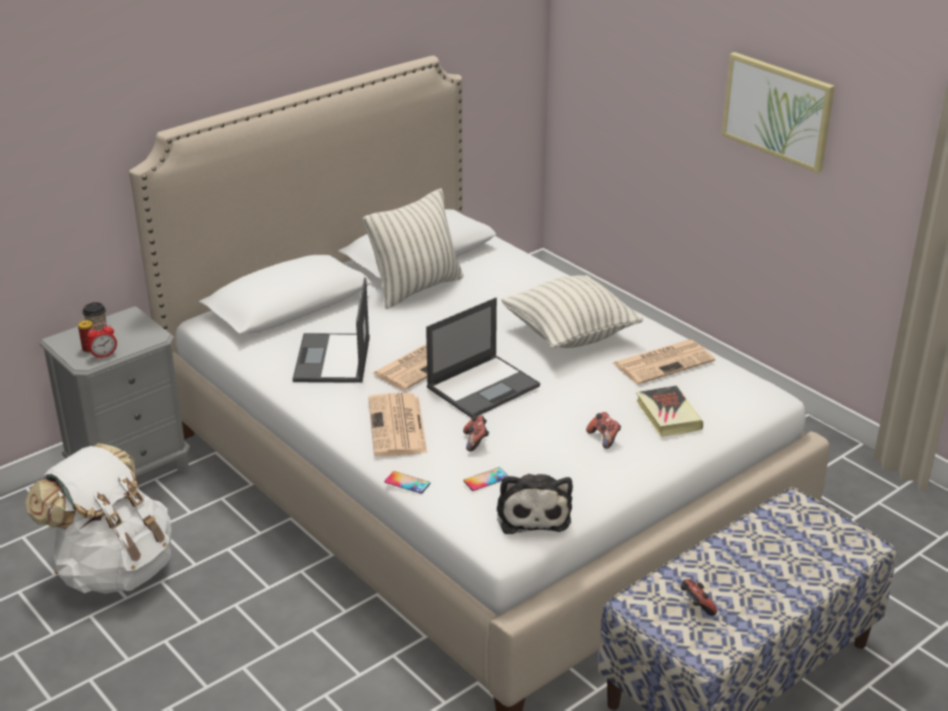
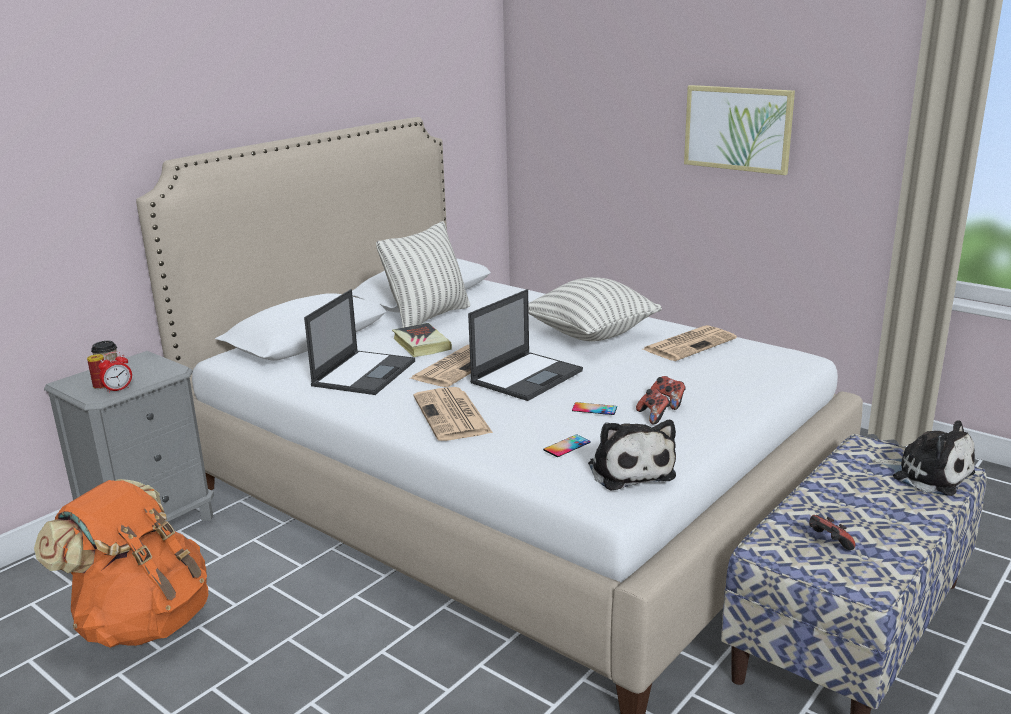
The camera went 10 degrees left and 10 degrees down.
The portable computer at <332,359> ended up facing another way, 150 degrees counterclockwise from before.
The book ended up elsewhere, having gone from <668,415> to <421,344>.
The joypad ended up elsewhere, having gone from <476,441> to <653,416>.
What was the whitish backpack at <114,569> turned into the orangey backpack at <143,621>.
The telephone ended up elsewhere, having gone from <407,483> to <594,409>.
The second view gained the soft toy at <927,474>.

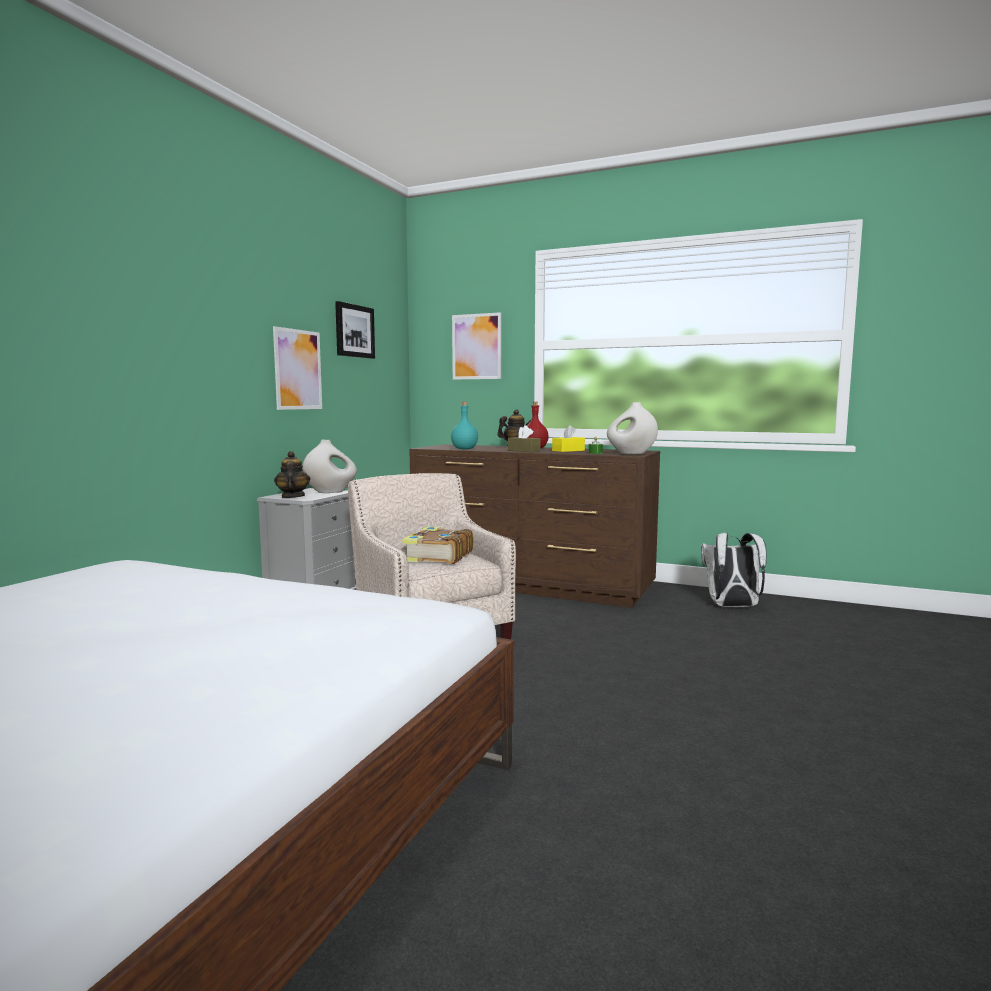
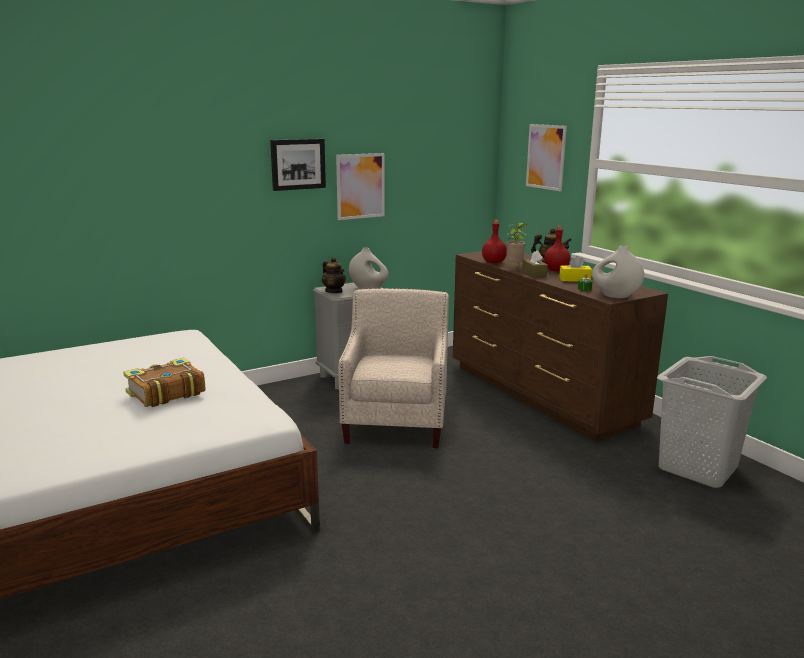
The camera went 35 degrees right and 10 degrees up.
The picture ended up elsewhere, having gone from <354,331> to <298,164>.
What was the blue-green beverage bottle at <465,449> turned into the red-coloured beverage bottle at <494,262>.
The tea pot at <292,497> ended up facing another way, 120 degrees clockwise from before.
The book ended up elsewhere, having gone from <437,557> to <165,393>.
Where the whitish backpack stood at <732,606>, the greyish washing basket came to stand at <696,468>.
The second view gained the houseplant at <515,267>.

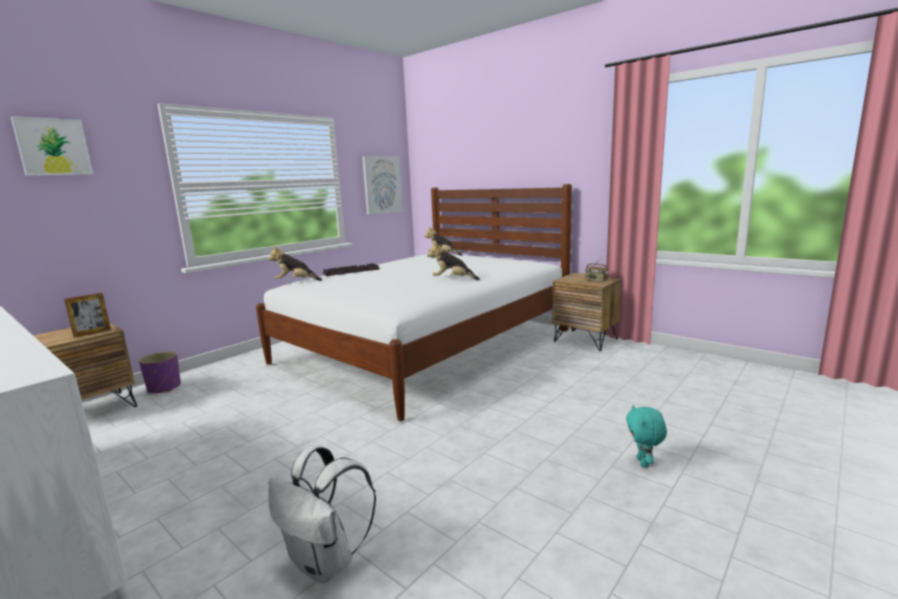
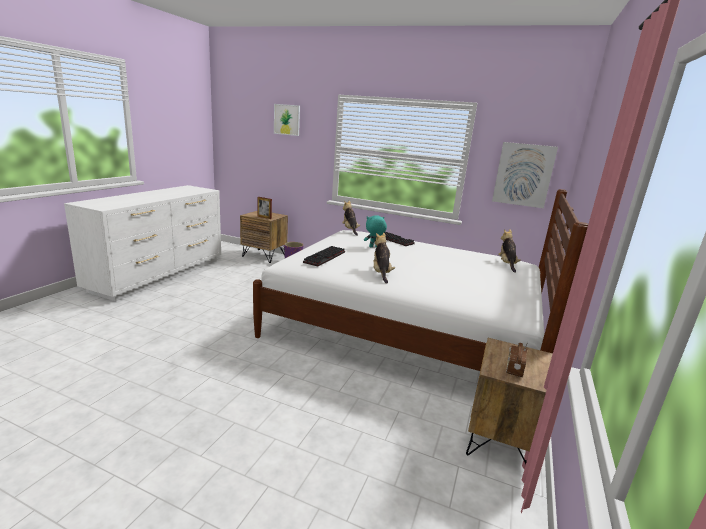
The camera went 70 degrees right and 5 degrees up.
The blue-green soft toy ended up elsewhere, having gone from <643,463> to <373,247>.
The second view lost the whitish backpack at <326,562>.
The second view gained the PC keyboard at <325,258>.

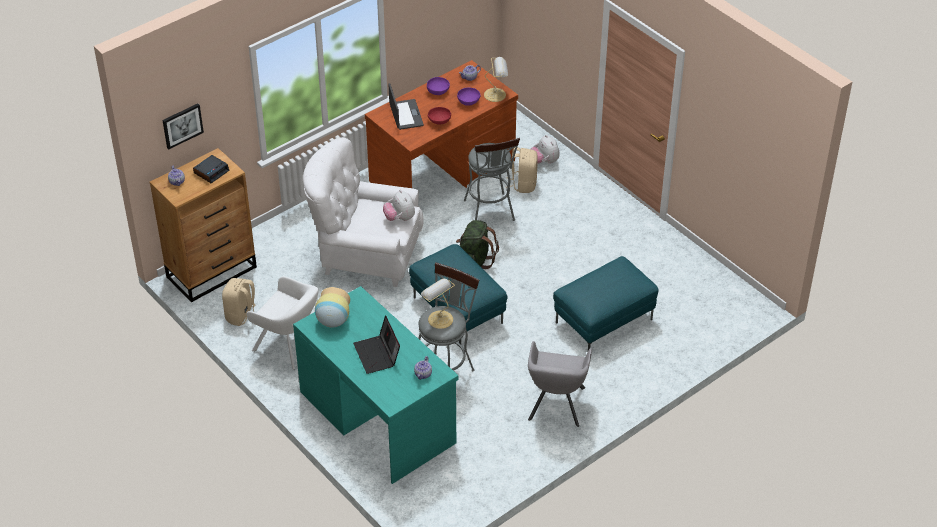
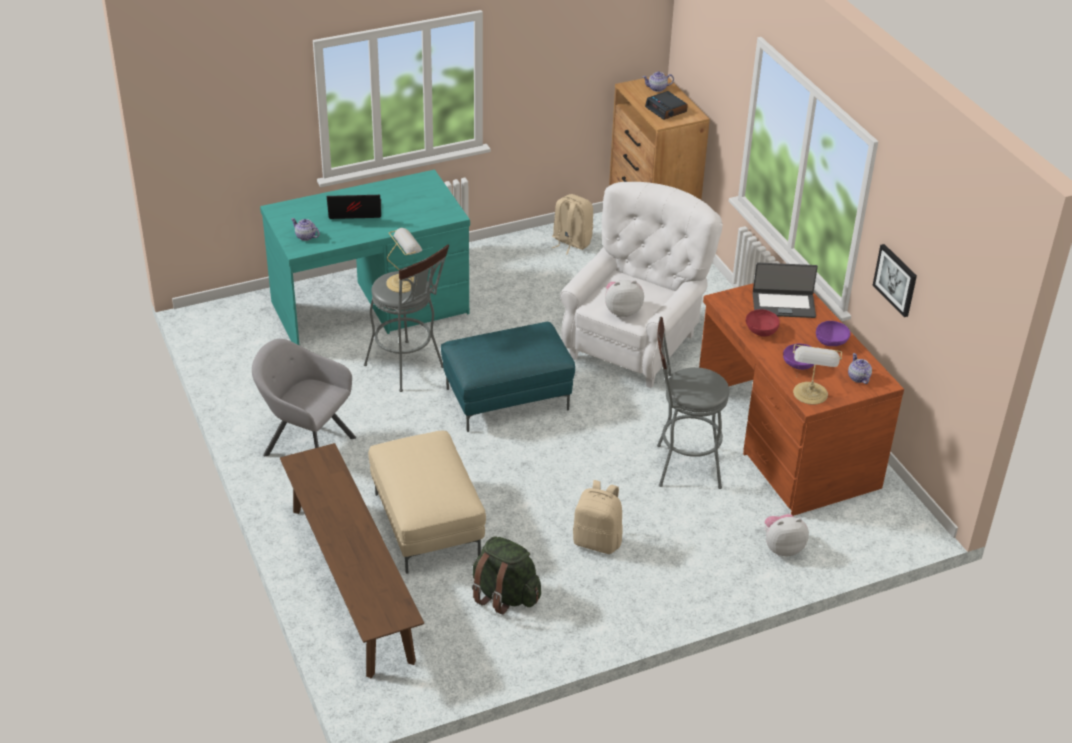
The camera went 105 degrees right and 5 degrees down.
The picture ended up elsewhere, having gone from <182,125> to <896,280>.
The beige backpack ended up elsewhere, having gone from <523,184> to <597,541>.
The green-coloured backpack ended up elsewhere, having gone from <475,260> to <504,595>.
What was the blue-green pouffe at <603,320> turned into the beige pouffe at <428,524>.
The second view lost the whitish lounge chair at <289,346>.
The second view lost the vase at <333,321>.
The second view gained the brown-coloured long seat at <351,583>.

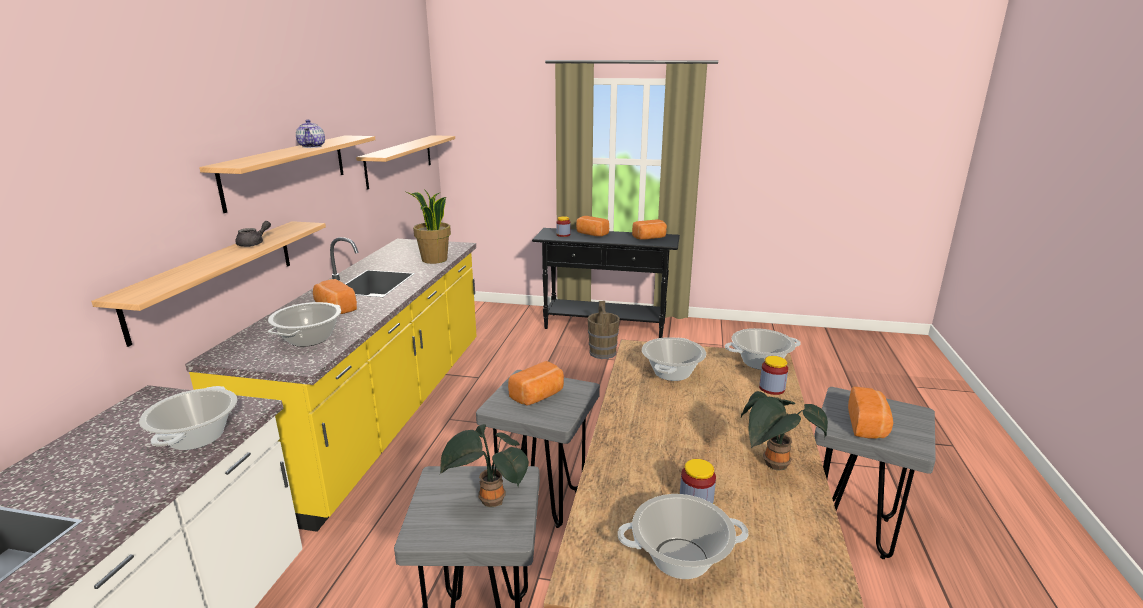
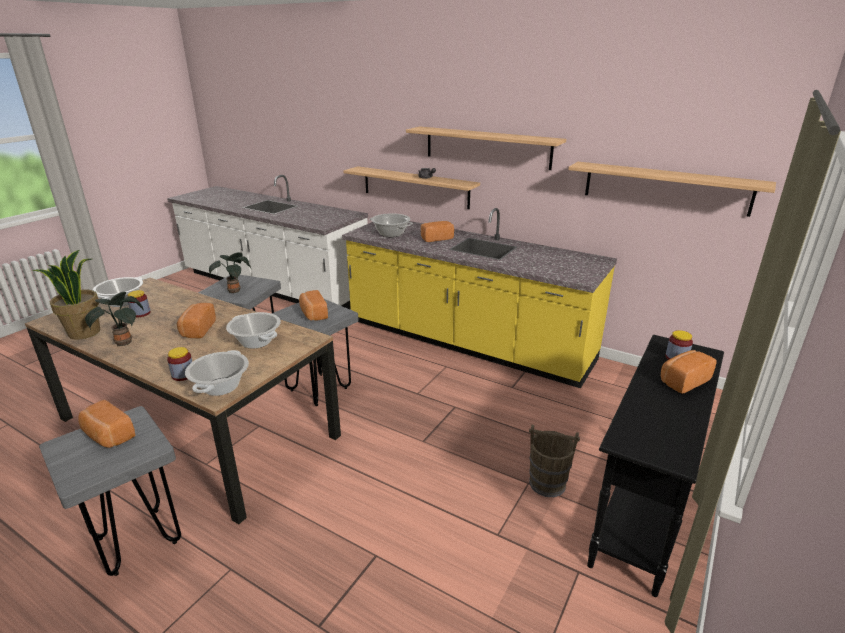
The camera went 110 degrees right and 5 degrees up.
The second view lost the tea pot at <312,146>.
The houseplant ended up elsewhere, having gone from <434,260> to <84,332>.
The baked bread ended up elsewhere, having gone from <650,238> to <197,330>.
The second view lost the stockpot at <196,437>.

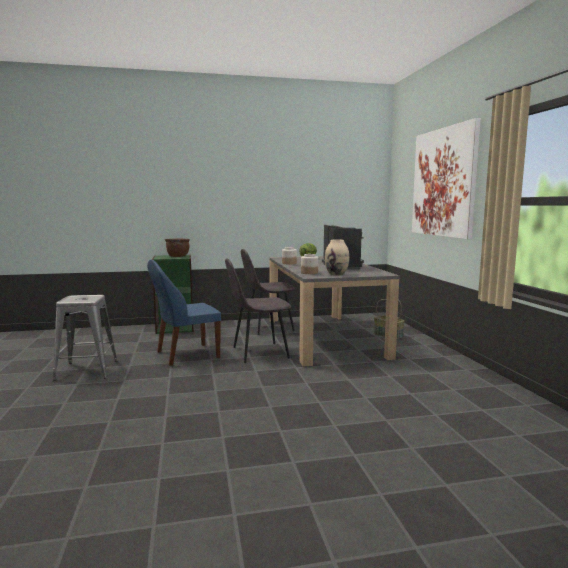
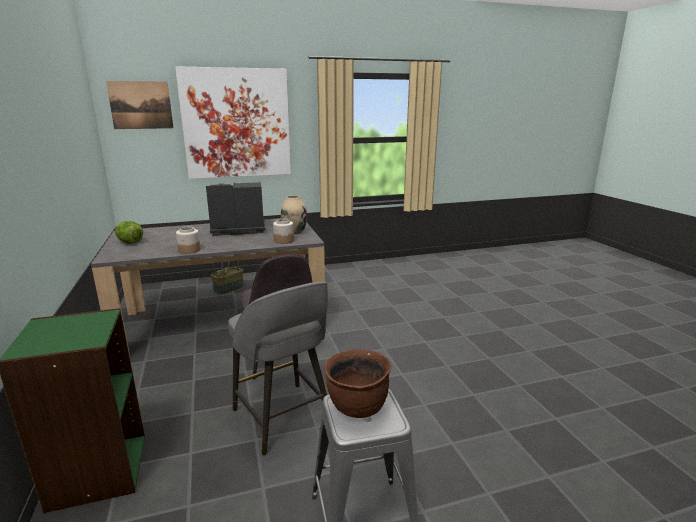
The camera went 95 degrees left and 10 degrees up.
The brown-coloured stockpot ended up elsewhere, having gone from <178,256> to <357,407>.
The second view lost the greyish upright chair at <268,327>.
Where the bluish upright chair stood at <185,355>, the greyish stool came to stand at <284,418>.
The second view gained the picture at <141,105>.

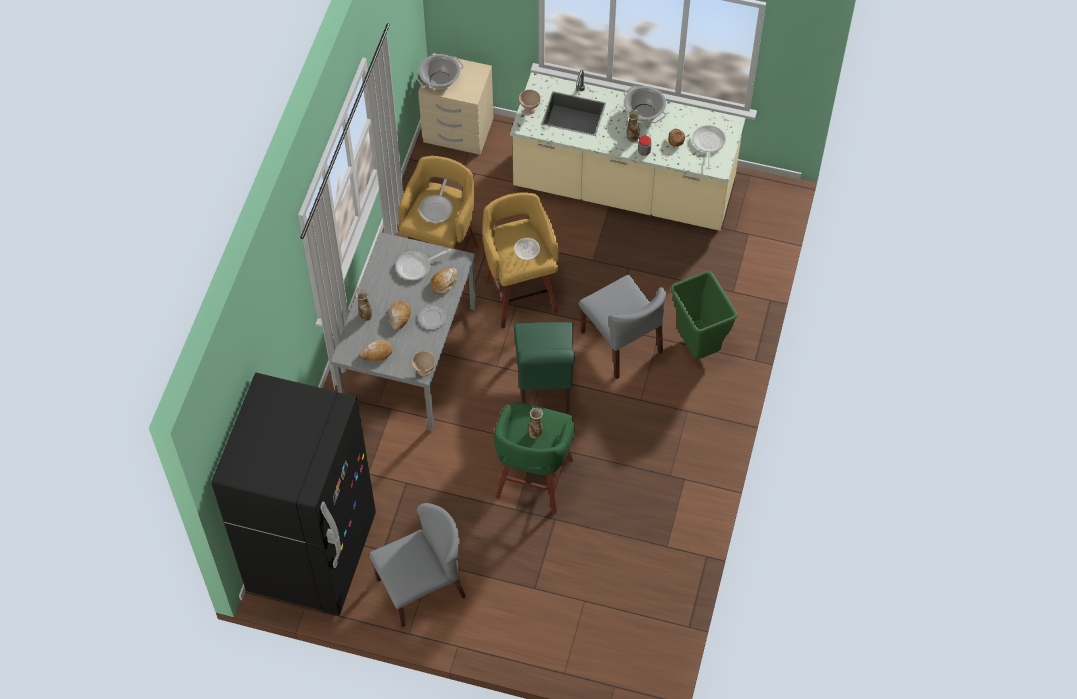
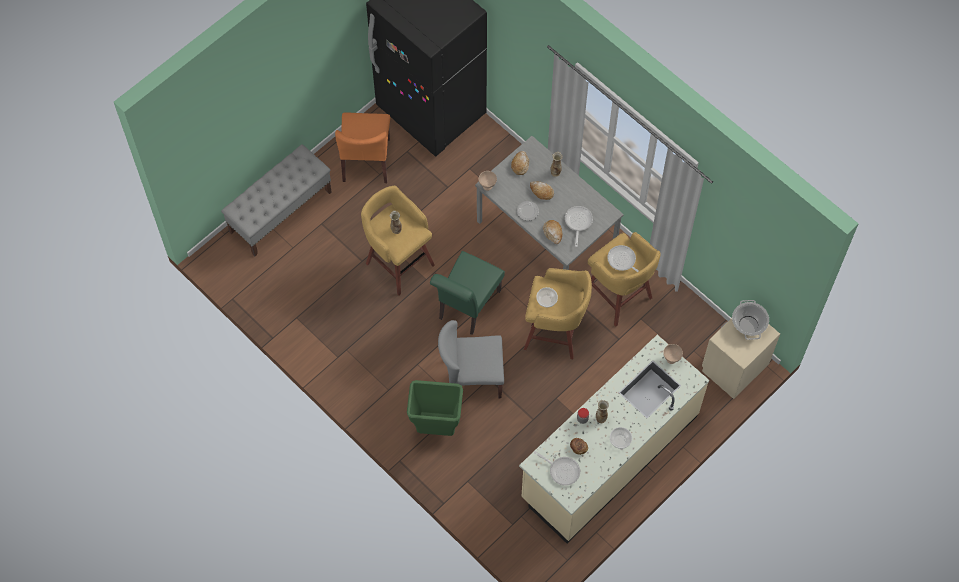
The camera went 120 degrees right and 5 degrees up.
Where the stockpot stood at <643,113>, the bowl came to stand at <620,440>.
The green-coloured upright chair at <544,387> ended up facing another way, 90 degrees counterclockwise from before.
What was the green-coloured stool at <533,481> turned into the yellow stool at <398,262>.
What was the greyish upright chair at <421,587> turned into the orangey upright chair at <366,160>.
The second view gained the greyish long seat at <281,212>.

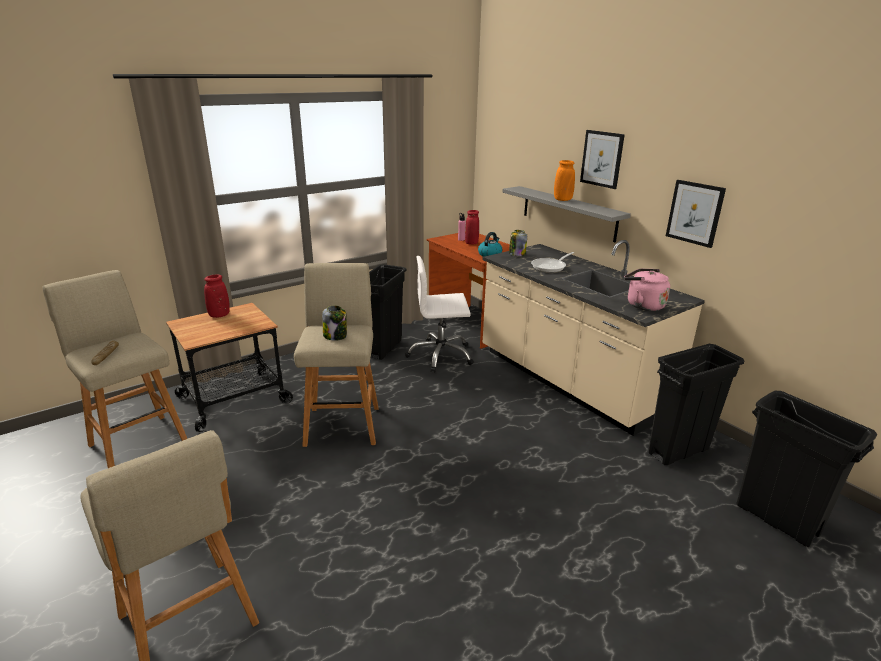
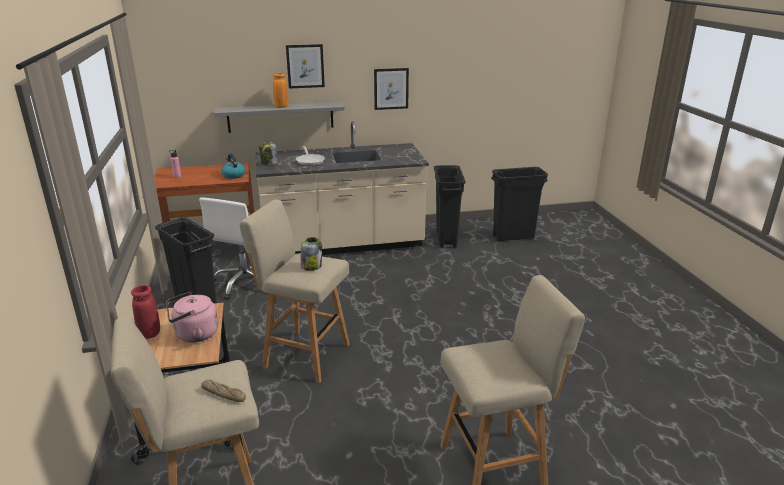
The camera went 65 degrees left and 0 degrees up.
The second view lost the red-coloured vase at <471,243>.
The pink-coloured kettle ended up elsewhere, having gone from <642,305> to <194,335>.

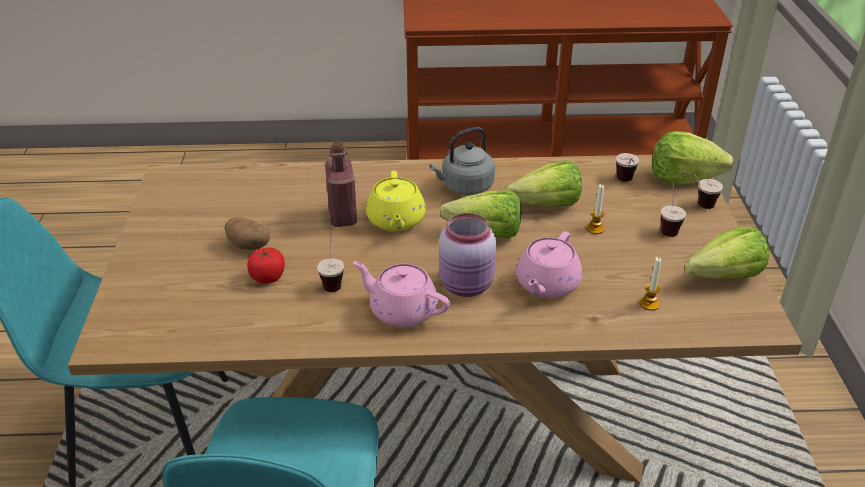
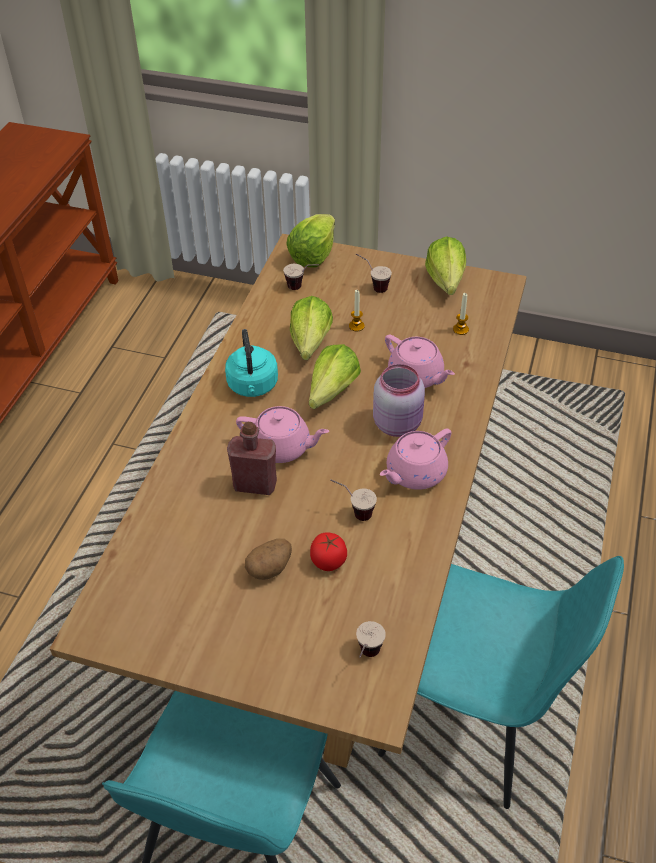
The camera went 70 degrees left and 10 degrees up.
What was the greyish kettle at <465,187> turned into the blue-green kettle at <253,386>.
What was the yellow tea pot at <396,221> turned into the pink-coloured tea pot at <282,447>.
The small cup ended up elsewhere, having gone from <696,205> to <367,659>.

